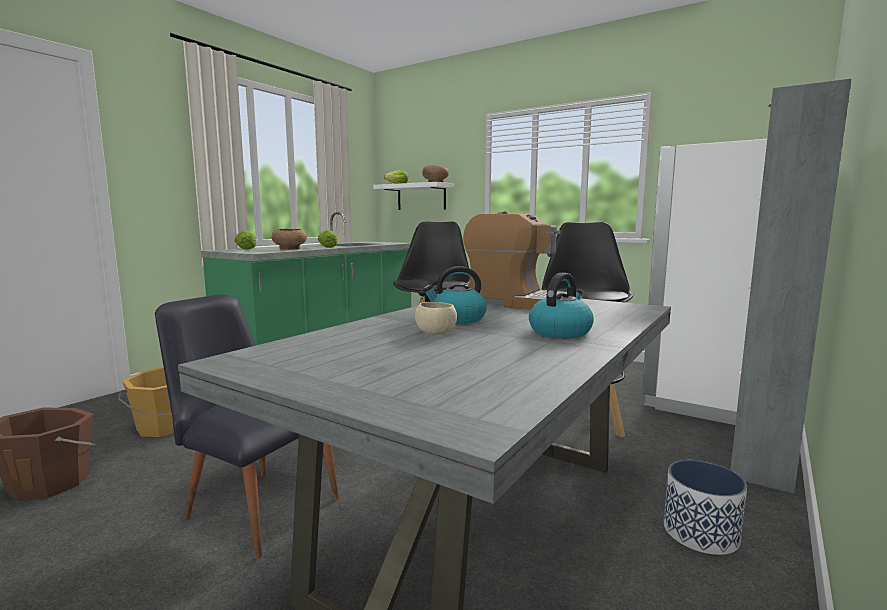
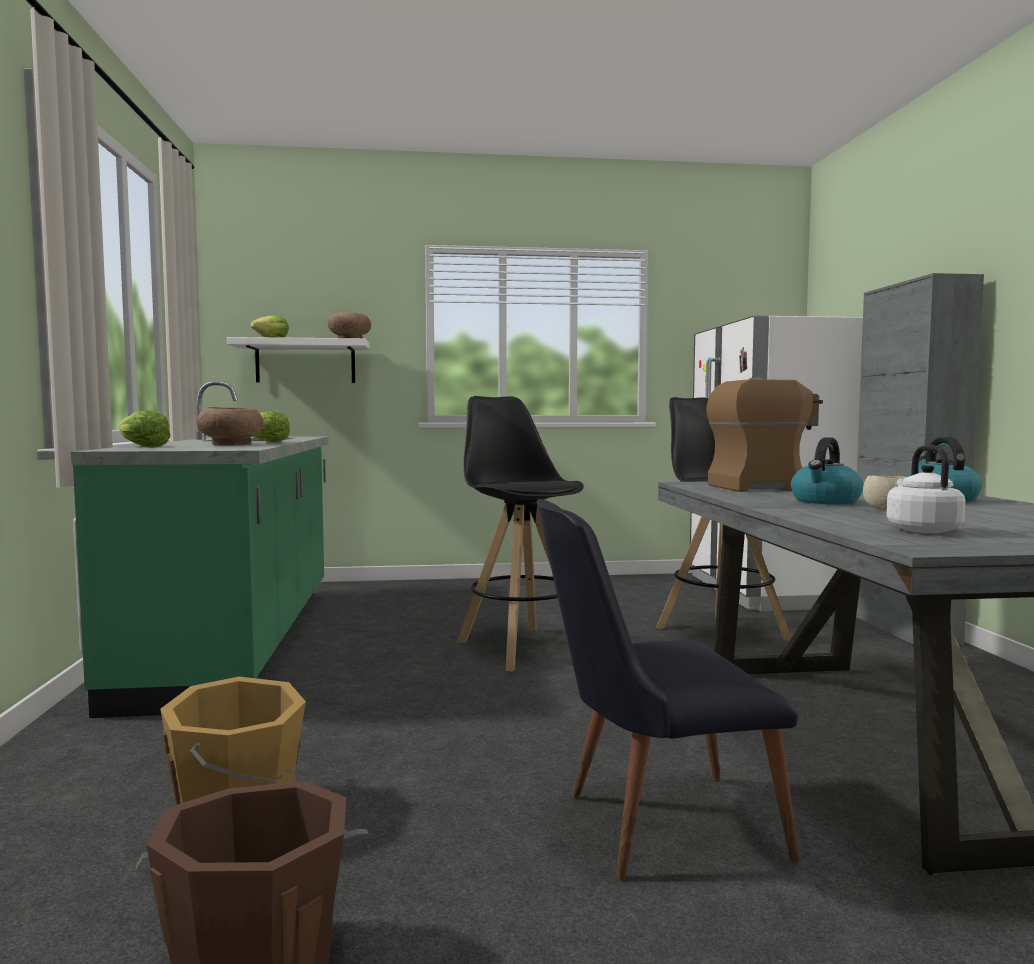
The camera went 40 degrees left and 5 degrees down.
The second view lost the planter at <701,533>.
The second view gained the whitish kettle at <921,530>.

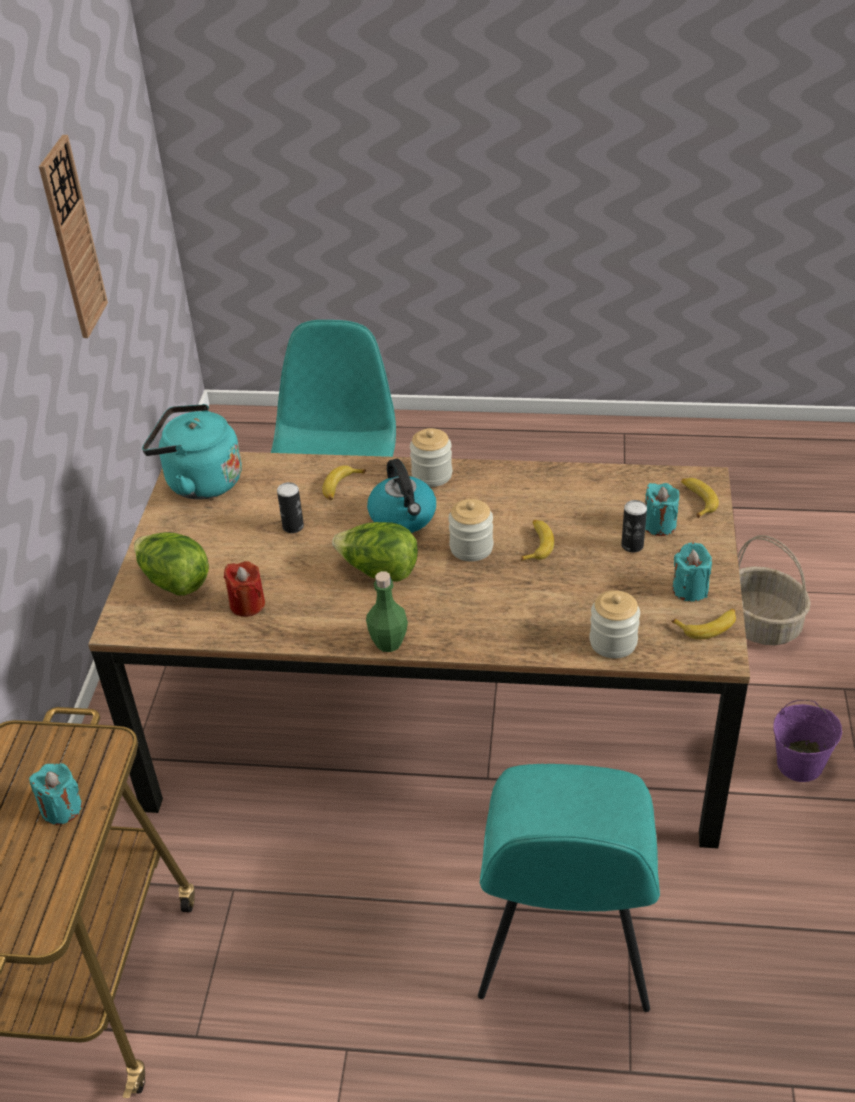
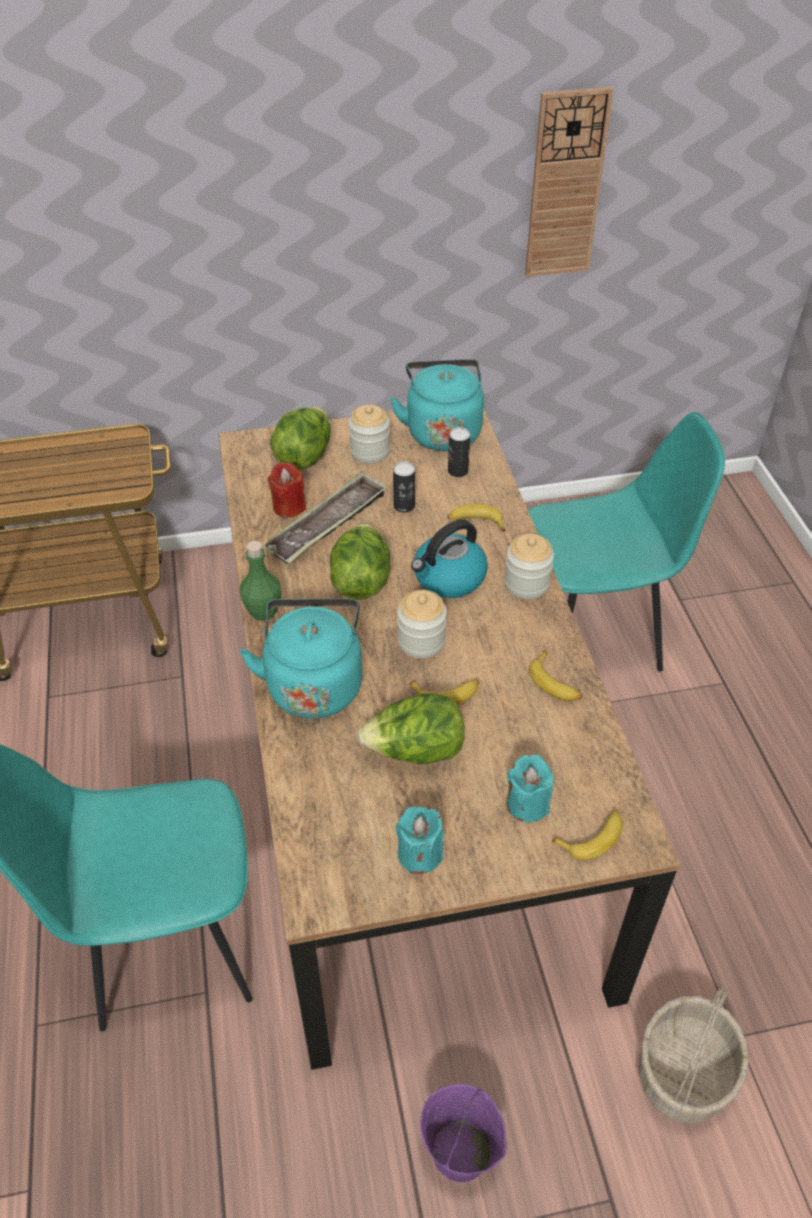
The camera went 70 degrees right and 5 degrees up.
The metal can ended up elsewhere, having gone from <632,545> to <458,471>.
The preserve jar ended up elsewhere, having gone from <613,642> to <370,451>.
The banana ended up elsewhere, having gone from <707,626> to <555,683>.
The second view lost the blue-green wax candle at <61,808>.
The second view gained the serving tray at <328,524>.
The second view gained the blue-green kettle at <314,683>.
The second view gained the head of lettuce at <415,751>.

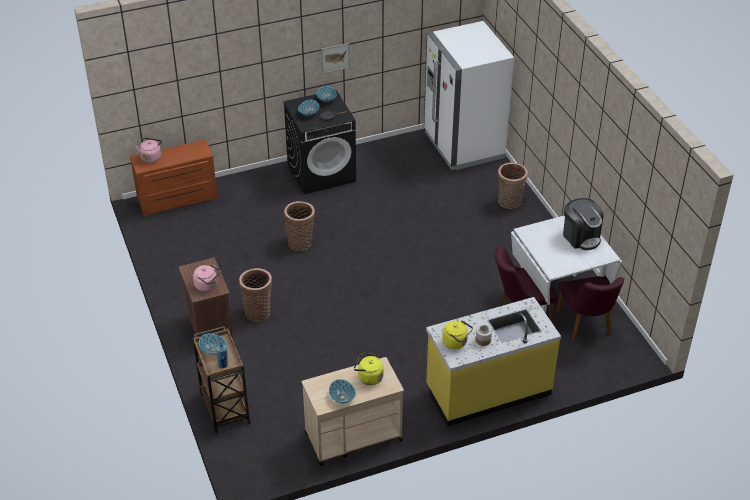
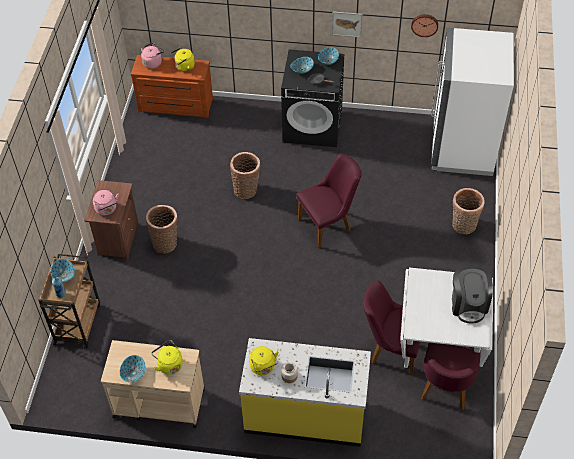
The camera went 30 degrees right and 10 degrees up.
The second view gained the hanging clock at <424,24>.
The second view gained the yellow kettle at <184,67>.
The second view gained the purple upright chair at <329,224>.

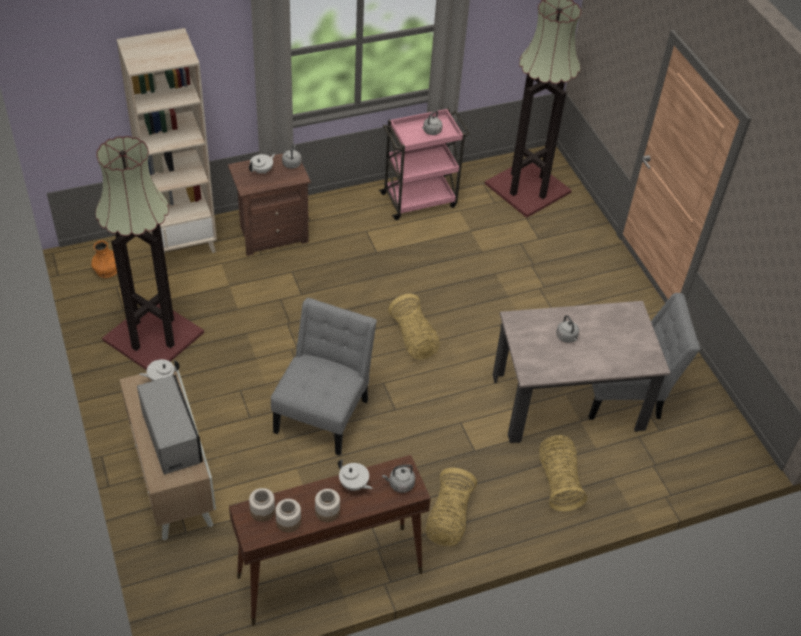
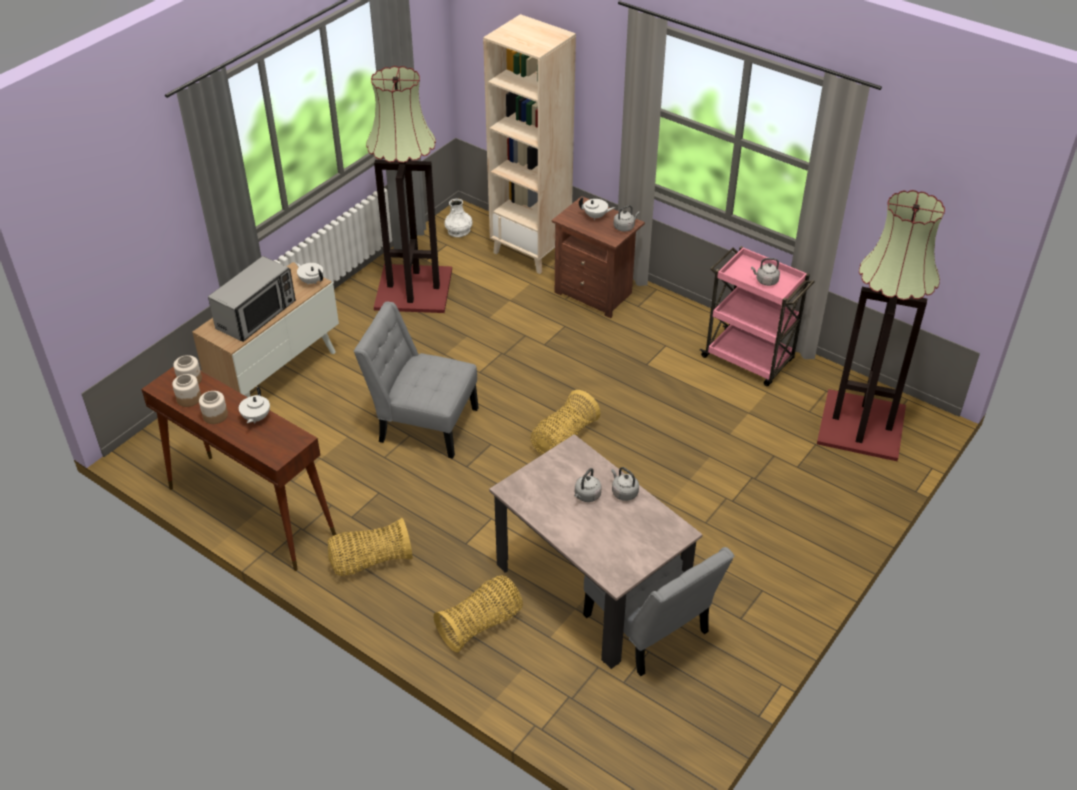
The camera went 60 degrees right and 5 degrees down.
What was the orangey vase at <107,270> turned into the whitish vase at <459,231>.
The greyish upright chair at <324,411> ended up facing another way, 150 degrees counterclockwise from before.
The greyish kettle ended up elsewhere, having gone from <400,484> to <623,492>.

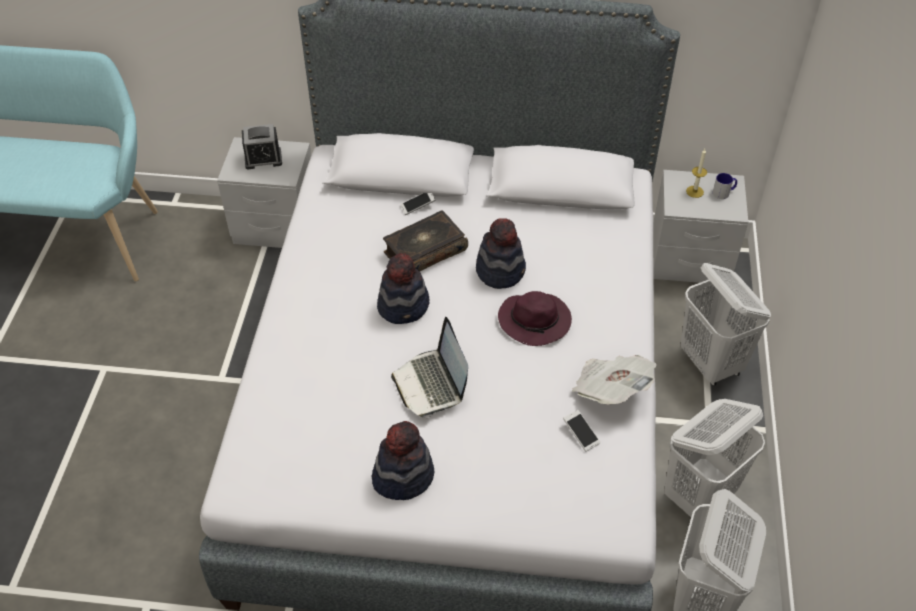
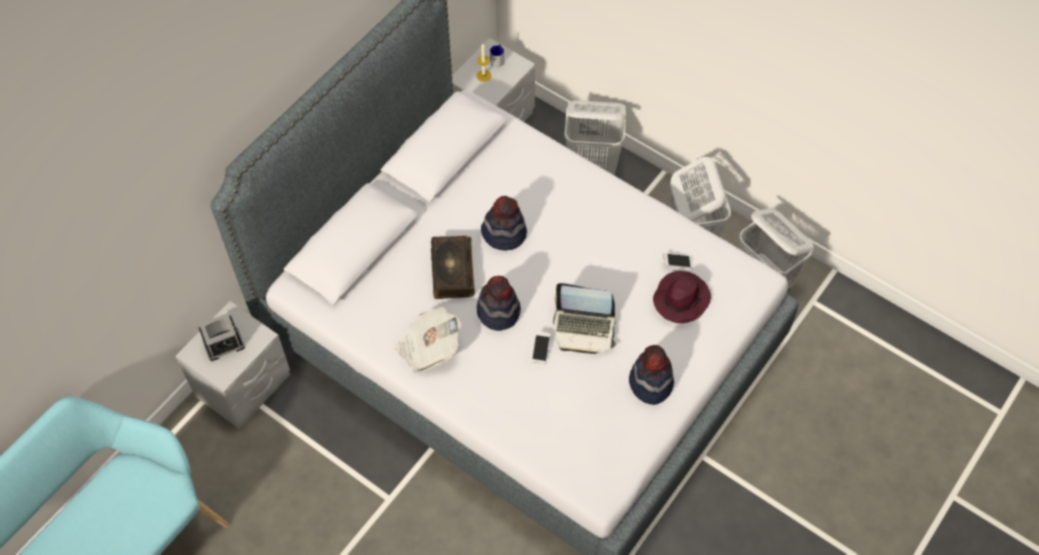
The camera went 60 degrees left and 10 degrees up.
The bedside clock at <263,159> ended up facing another way, 45 degrees clockwise from before.
The telephone ended up elsewhere, having gone from <417,206> to <541,350>.
The purple wearable hat ended up elsewhere, having gone from <535,321> to <681,298>.
The newspaper ended up elsewhere, having gone from <610,389> to <428,348>.

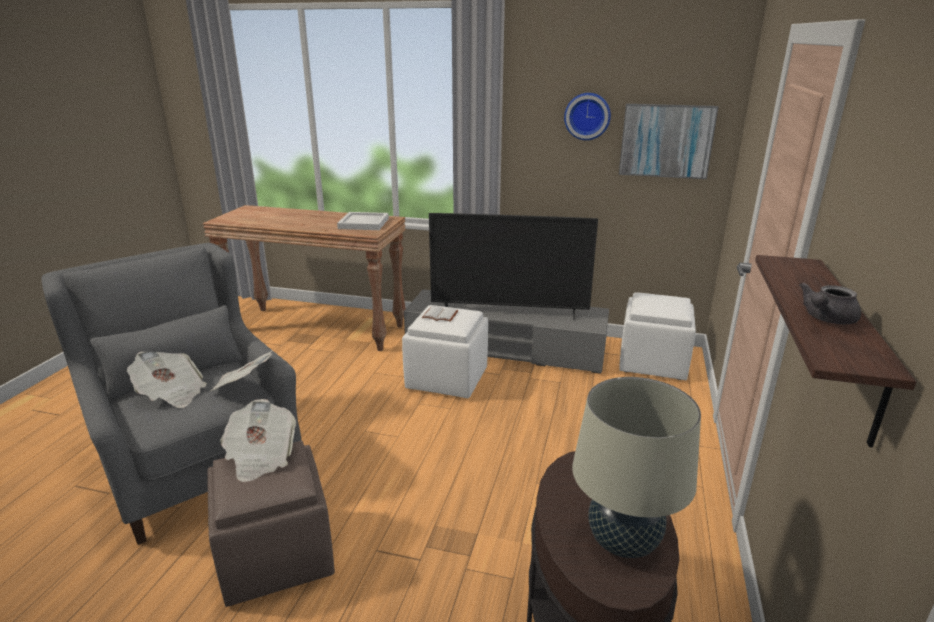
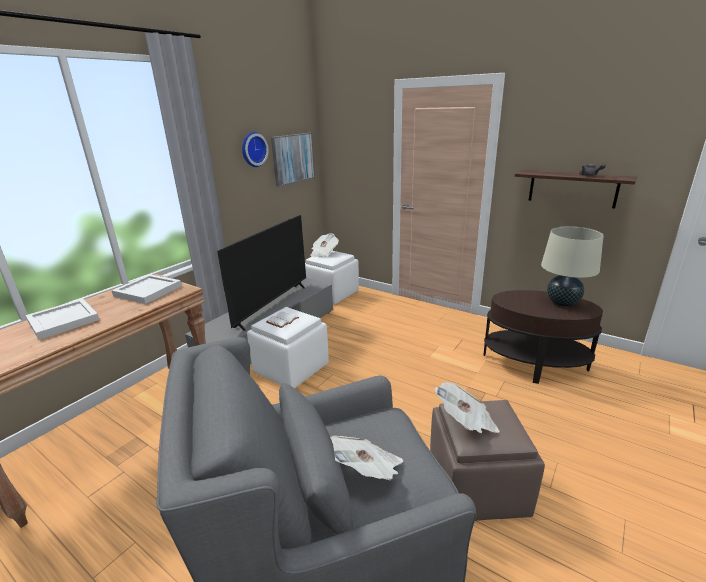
The camera went 70 degrees left and 0 degrees up.
The newspaper ended up elsewhere, having gone from <244,385> to <323,253>.
The second view gained the whitish serving tray at <63,321>.

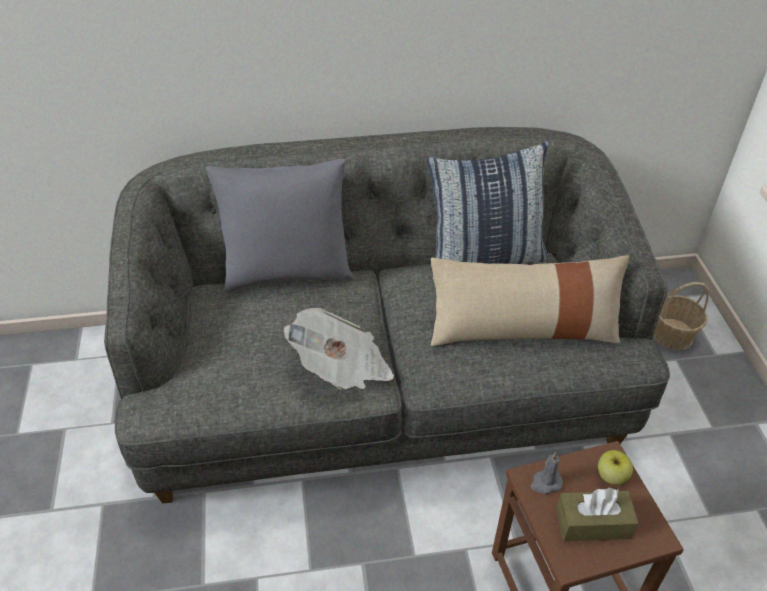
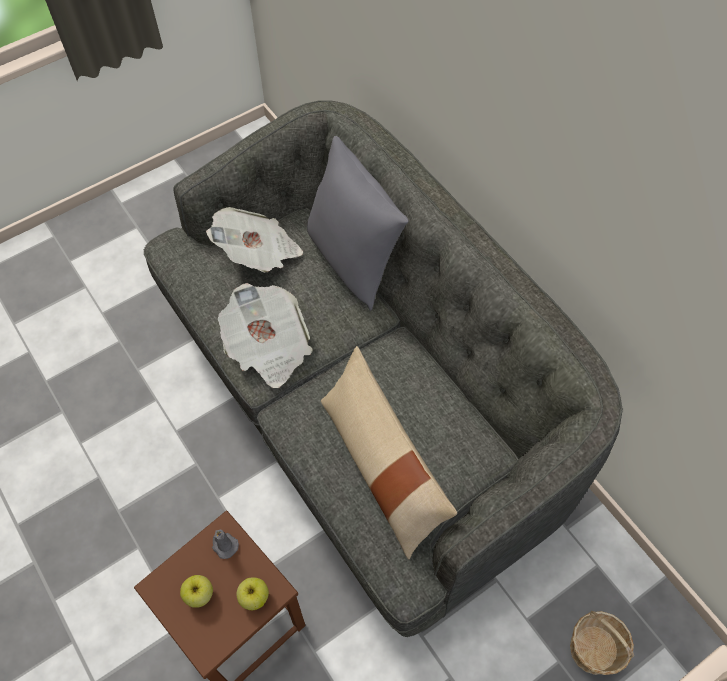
The camera went 65 degrees right and 15 degrees up.
The second view lost the cushion at <484,258>.
Where the brown-coloured box of tissues stood at <593,523>, the whole apple came to stand at <199,595>.
The second view gained the newspaper at <259,253>.

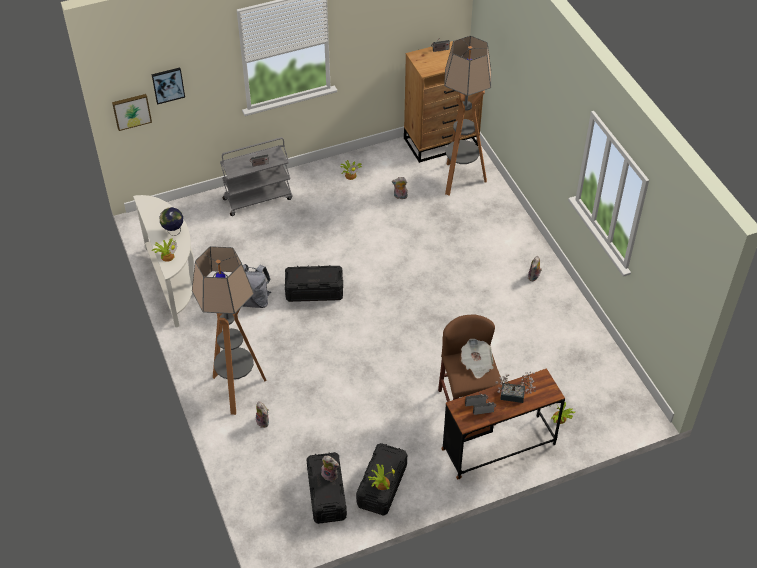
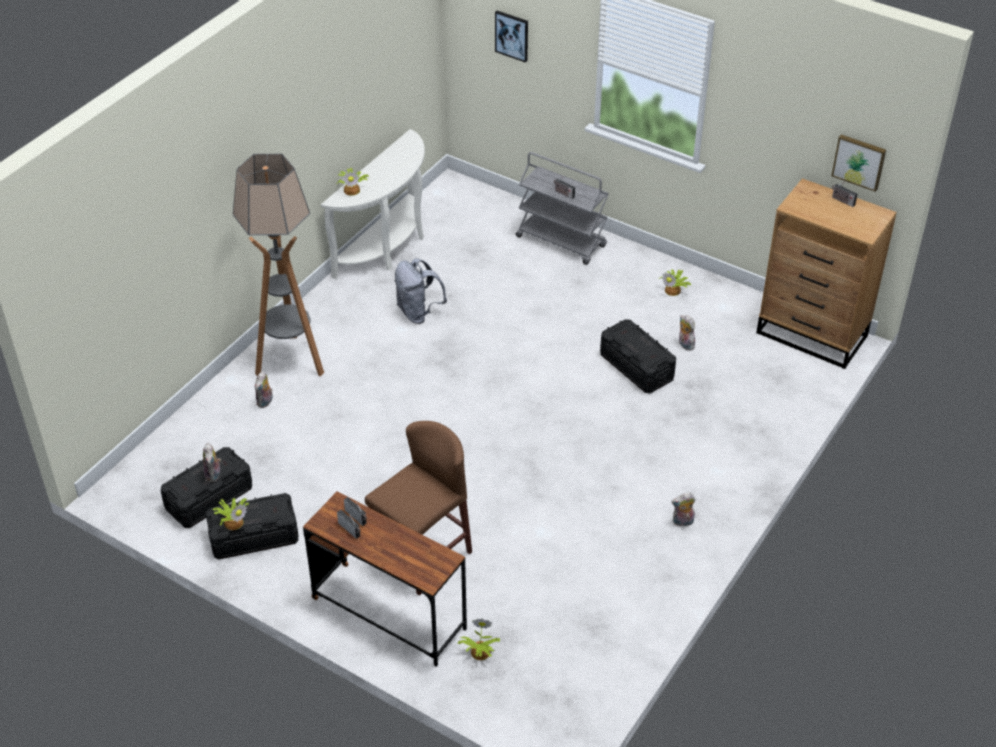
The camera went 55 degrees right and 5 degrees down.
The second view lost the floor lamp at <460,179>.
The picture ended up elsewhere, having gone from <131,111> to <859,161>.
The second view lost the world globe at <173,231>.
The black storage bin ended up elsewhere, having gone from <314,291> to <636,367>.
The second view lost the newspaper at <476,364>.
The second view lost the houseplant at <515,396>.

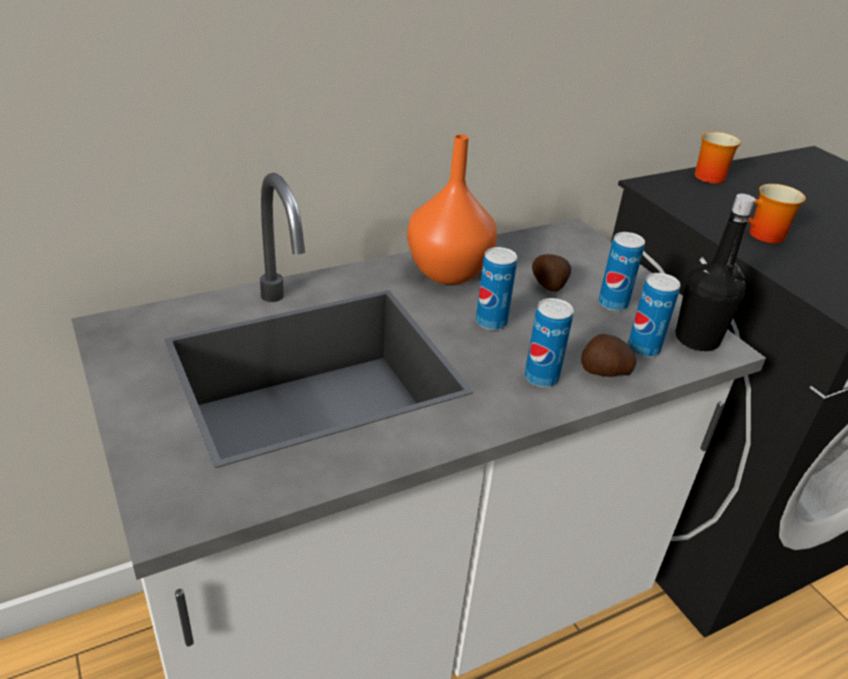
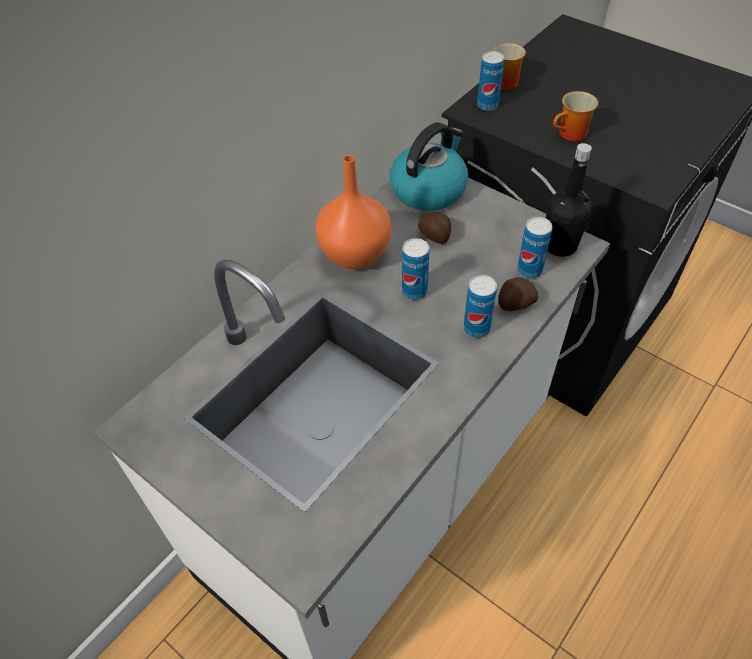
The camera went 20 degrees left and 15 degrees up.
The metal can ended up elsewhere, having gone from <613,304> to <487,105>.
The second view gained the kettle at <428,189>.

